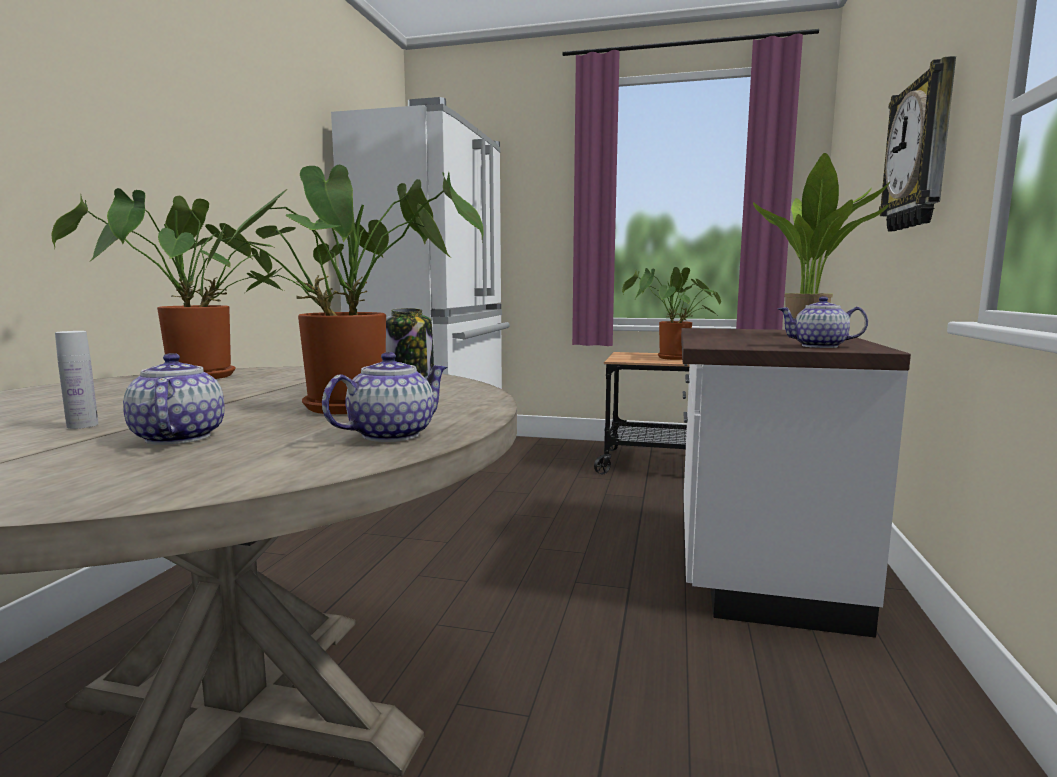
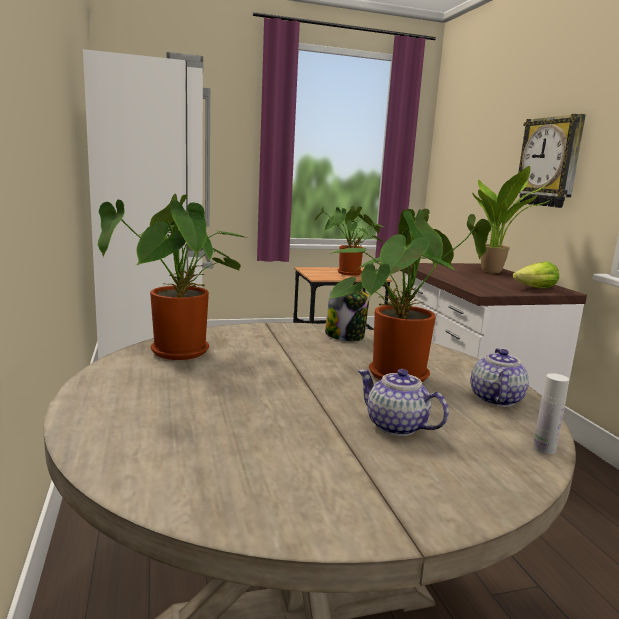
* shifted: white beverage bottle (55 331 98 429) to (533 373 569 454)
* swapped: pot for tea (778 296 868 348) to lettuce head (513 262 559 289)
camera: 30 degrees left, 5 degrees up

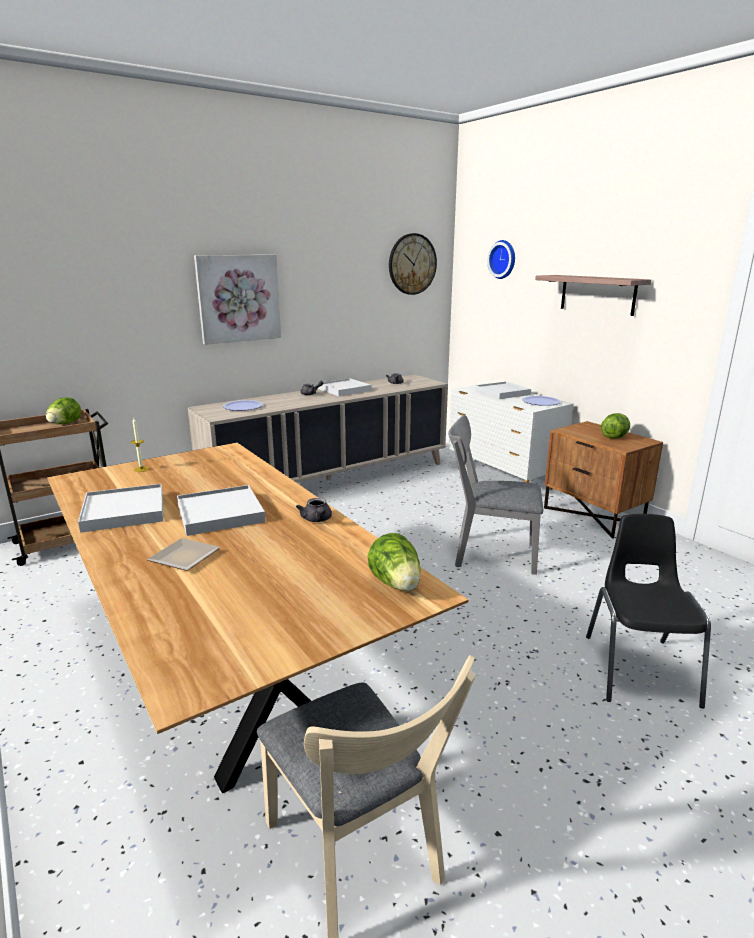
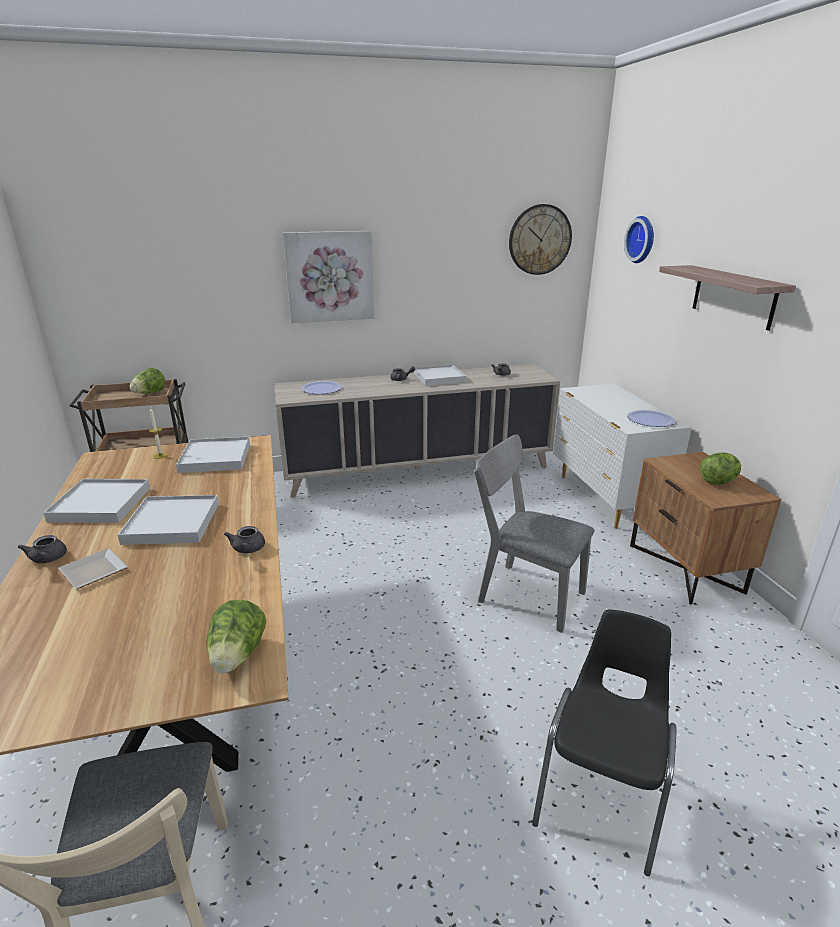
* shifted: white serving tray (475 382 531 399) to (176 437 250 473)
* new: grey pot for tea (18 535 67 563)
camera: 20 degrees right, 5 degrees up

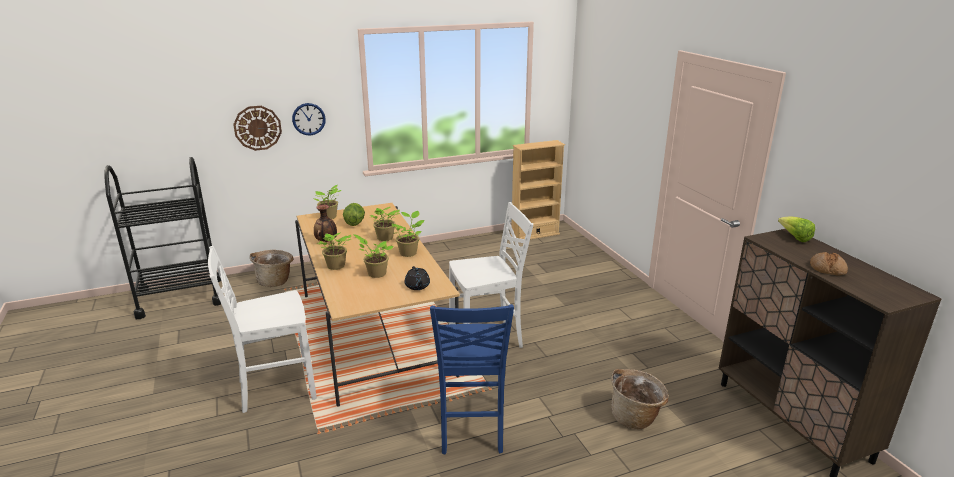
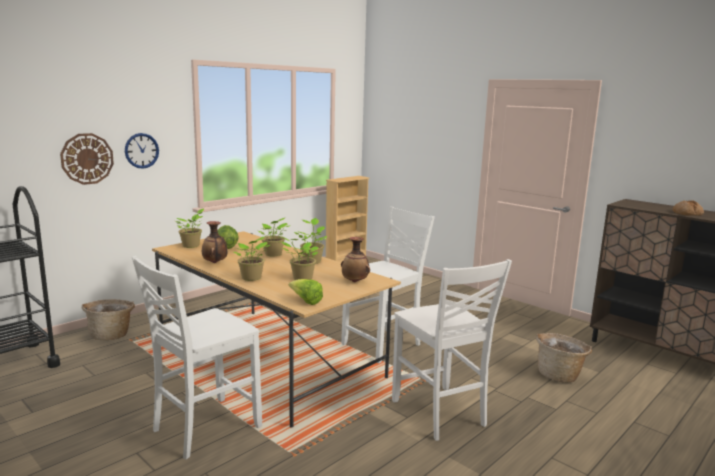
* swapped: black-coloured pot for tea (404 266 430 290) to vase (341 237 370 282)
* repainted: bluish chair (430 304 514 454) to white chair (392 259 512 441)
* shifted: lettuce head (778 216 815 242) to (289 279 323 305)
camera: 25 degrees left, 10 degrees down

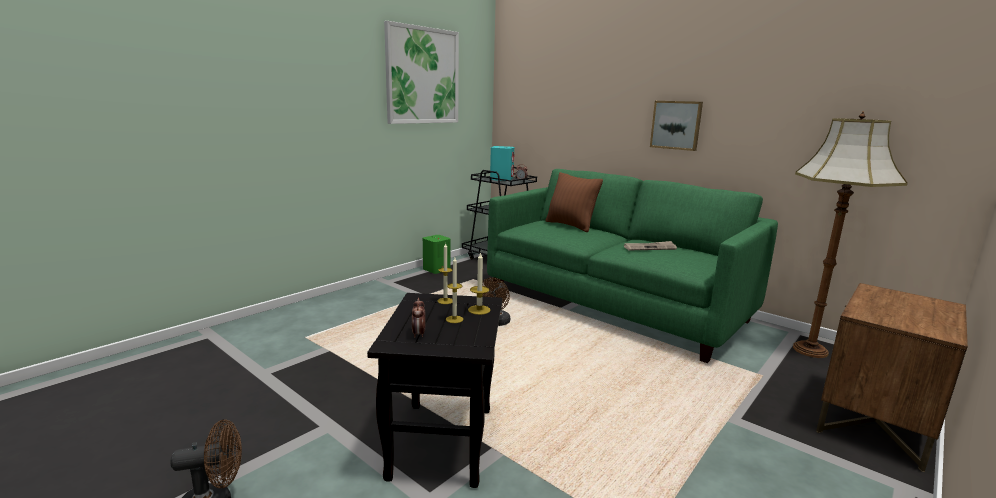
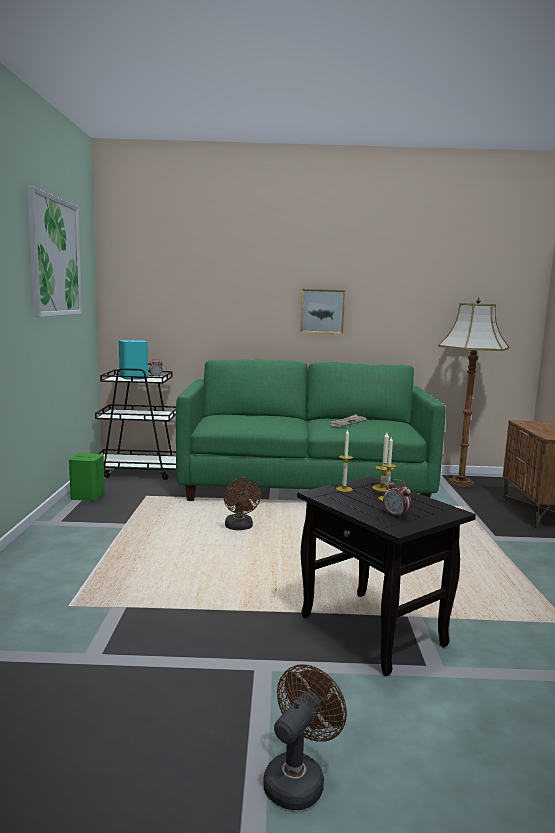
* gone: brown-coloured cushion (545 172 603 232)
camera: 40 degrees left, 5 degrees down

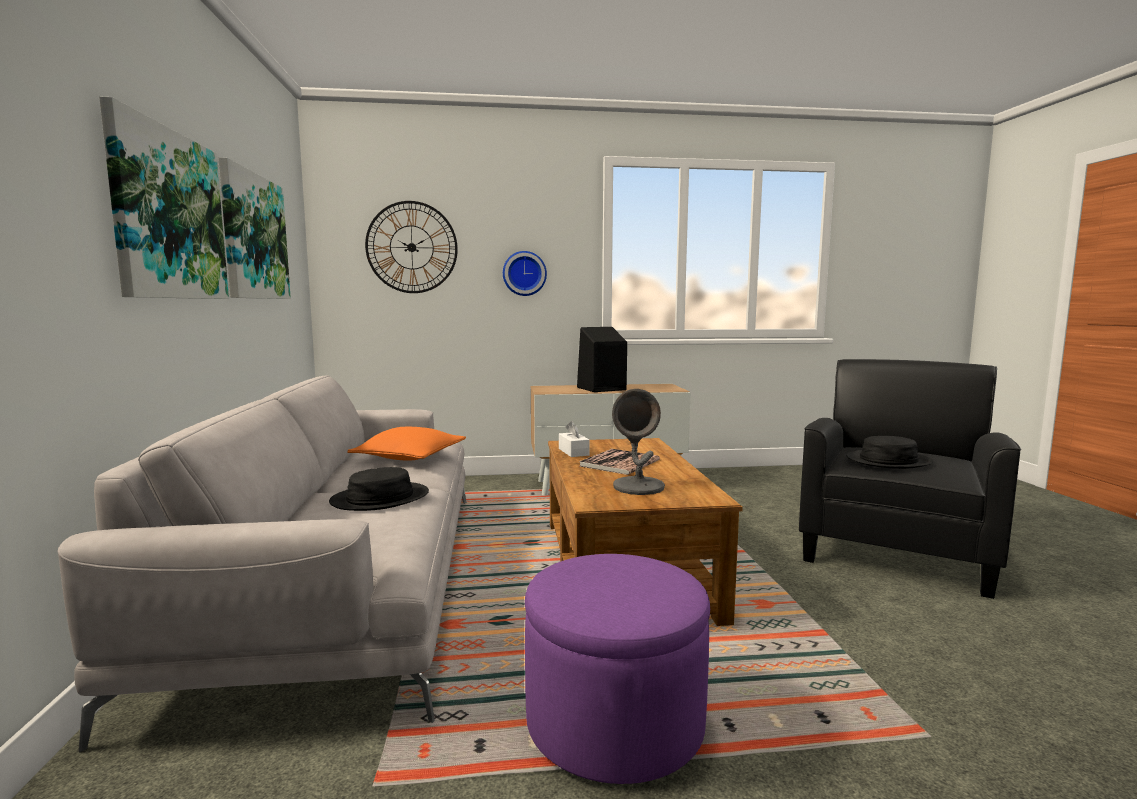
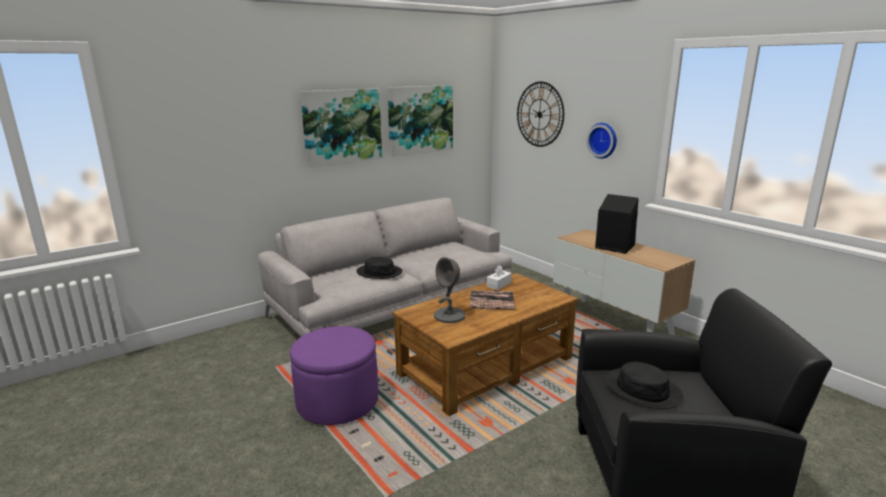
* gone: orangey cushion (347 427 466 461)
camera: 60 degrees right, 10 degrees up

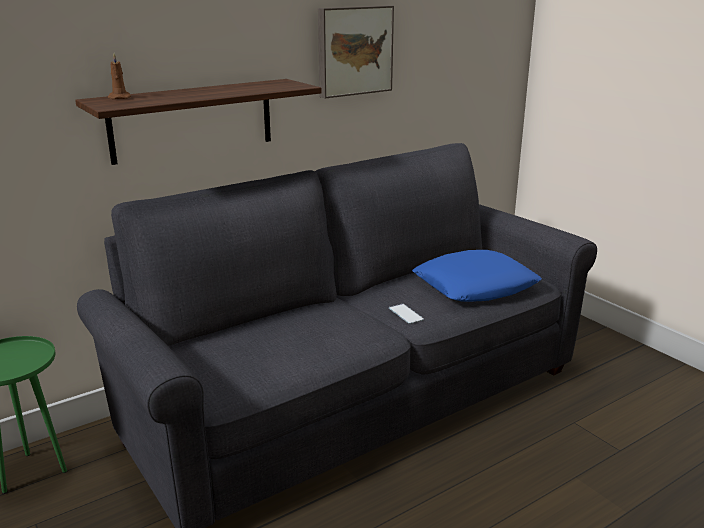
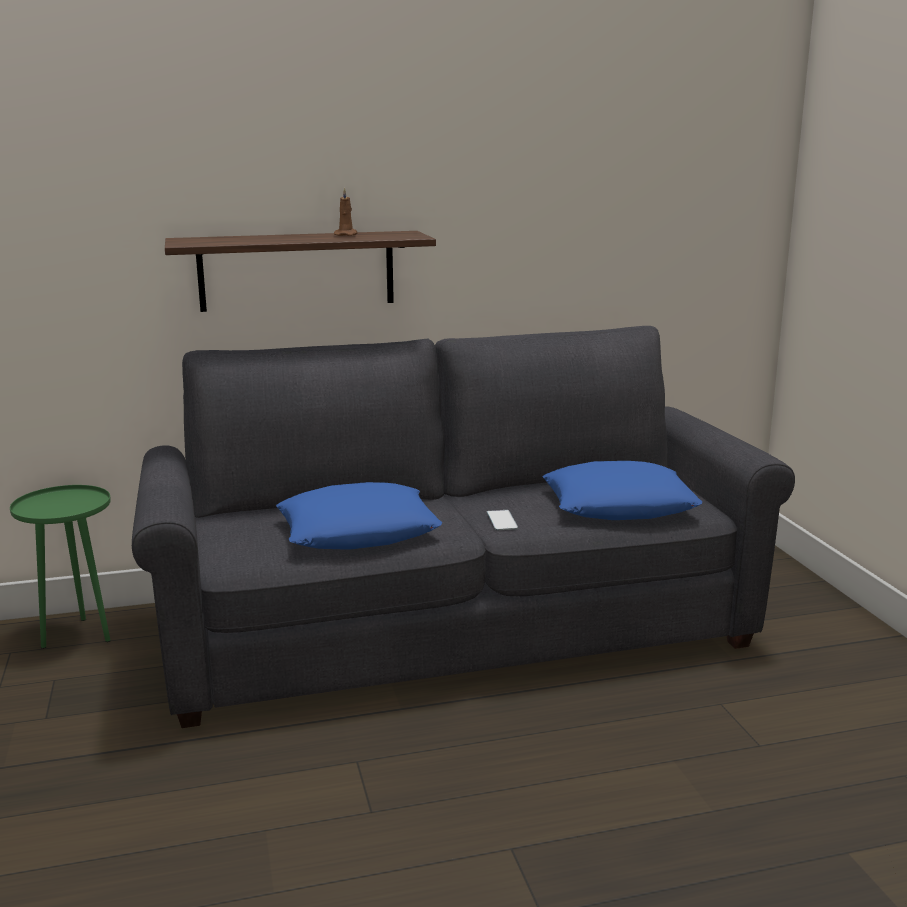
* shifted: brown-coloured wax light (108 53 131 99) to (334 188 358 236)
* gone: wall art (318 5 394 98)
* new: bluish cushion (276 482 442 550)
camera: 20 degrees right, 5 degrees down

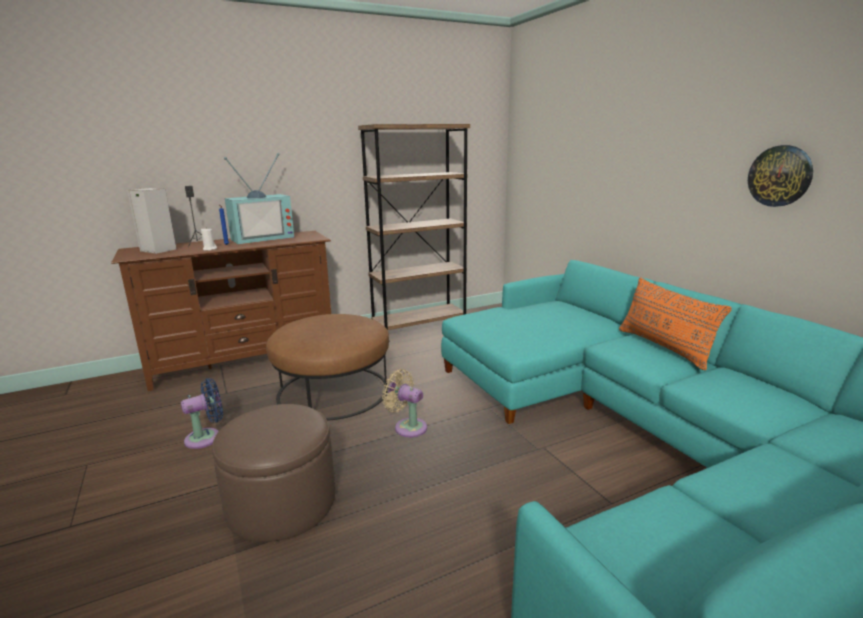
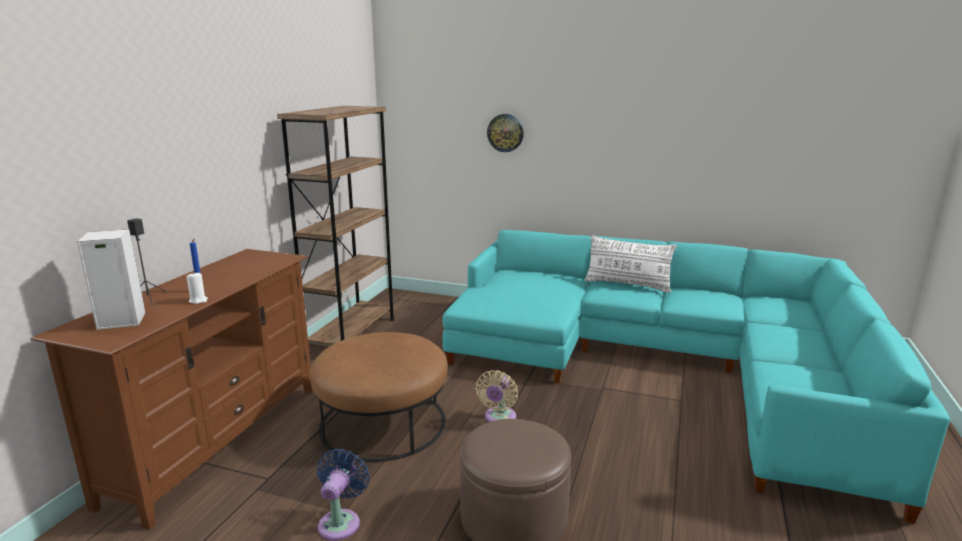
* gone: TV (224 153 294 244)
* rotated: beige-coloured electric fan (382 369 427 437) = (476 370 518 422) 60 degrees counterclockwise
* repainted: orangey cushion (619 277 732 370) to white cushion (585 235 677 293)
* shifted: clock on the wall (748 145 813 207) to (487 114 524 152)
camera: 45 degrees left, 0 degrees up

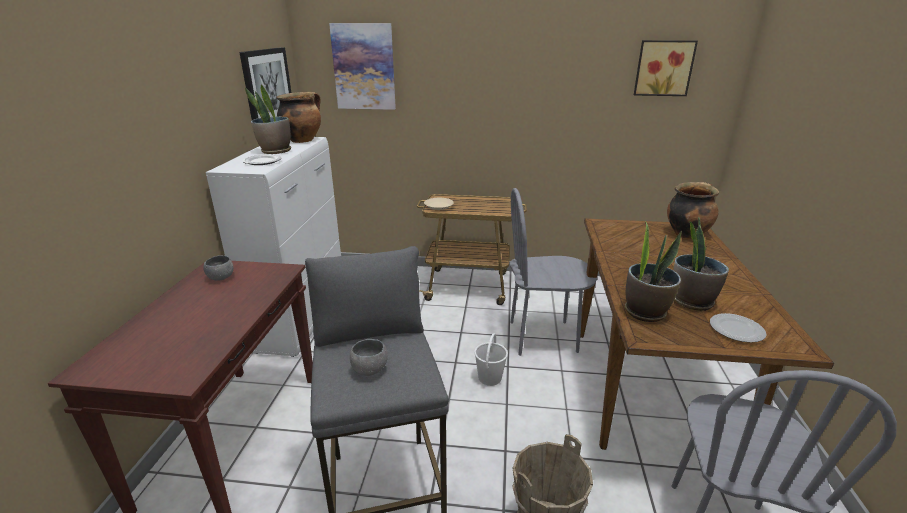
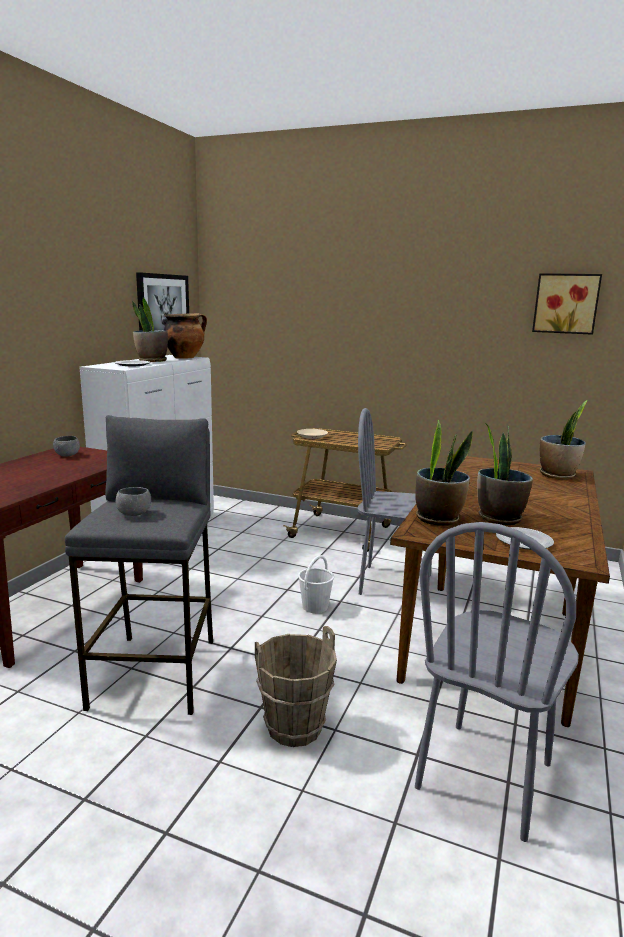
* gone: wall art (329 23 396 110)
* swapped: cooking pot (667 182 719 239) to houseplant (540 400 587 479)
camera: 15 degrees right, 10 degrees down

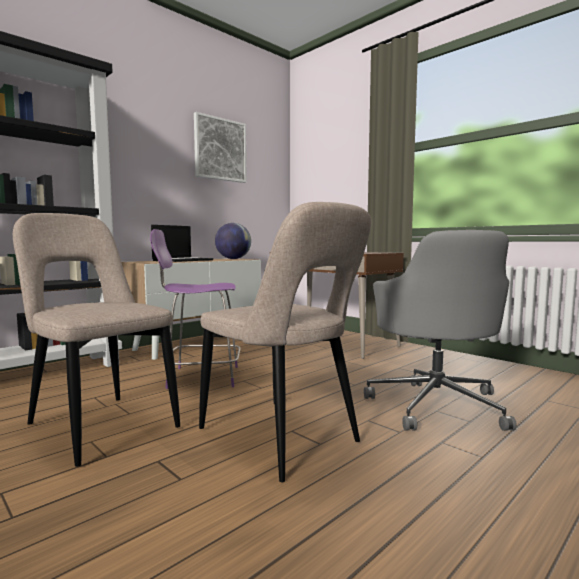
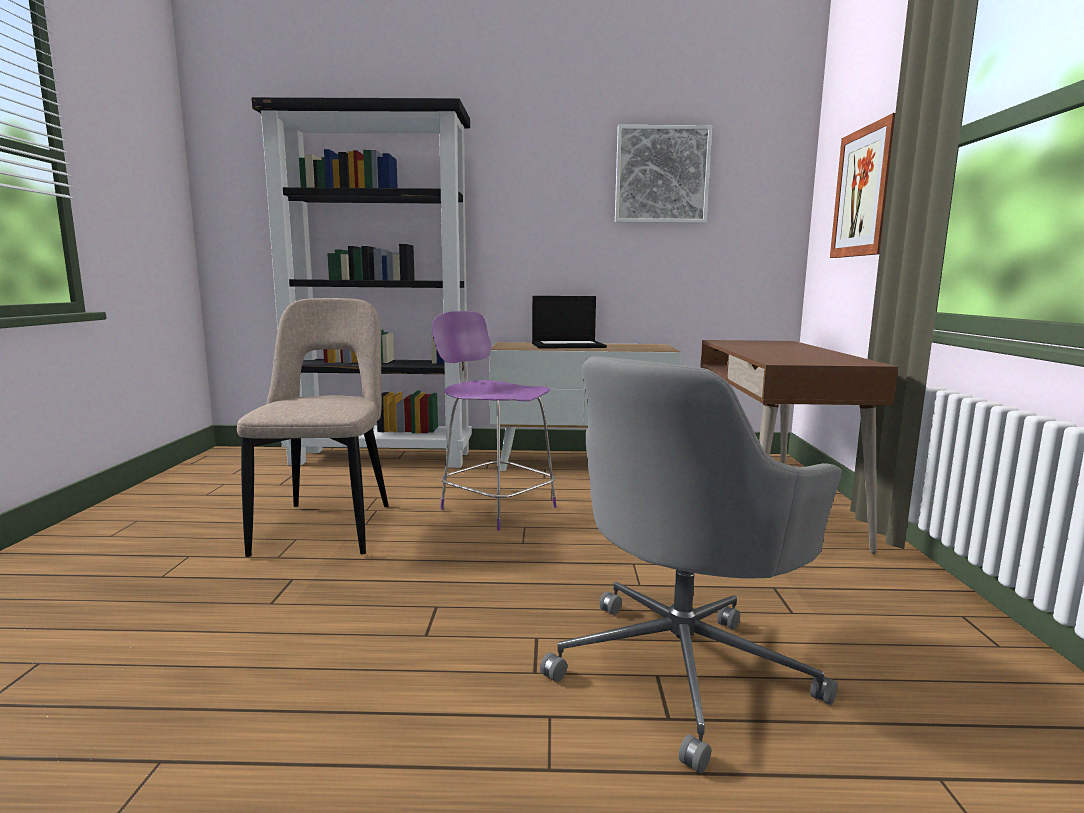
* gone: beige-coloured chair (199 202 371 482)
* gone: world globe (215 223 251 259)
* new: wall art (830 113 895 258)
camera: 45 degrees right, 5 degrees up

